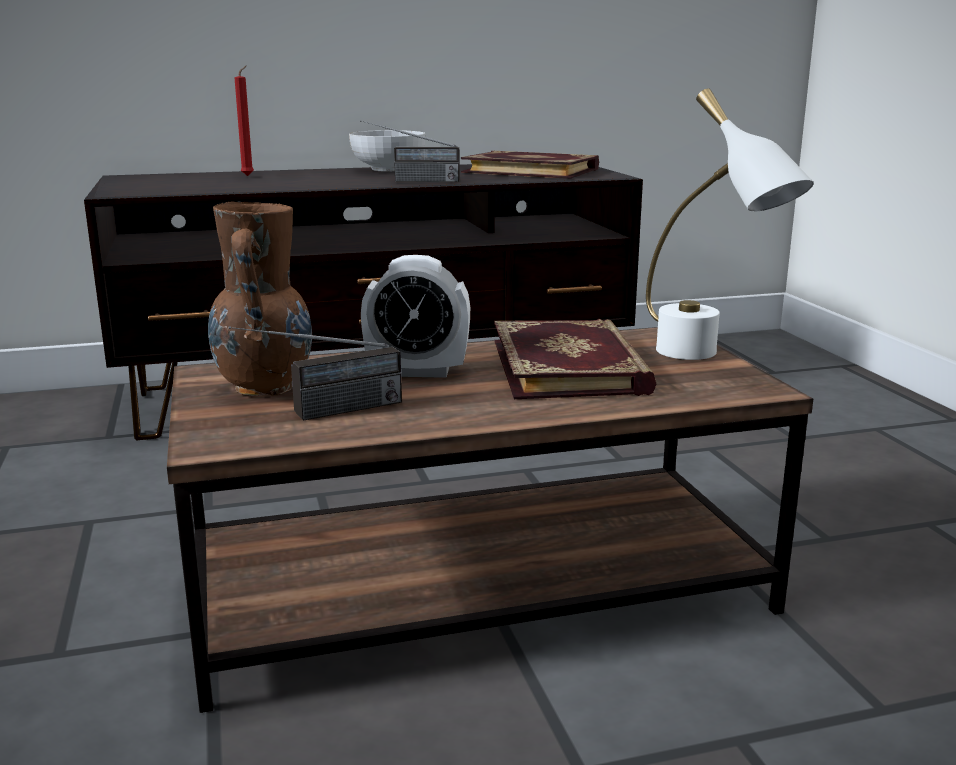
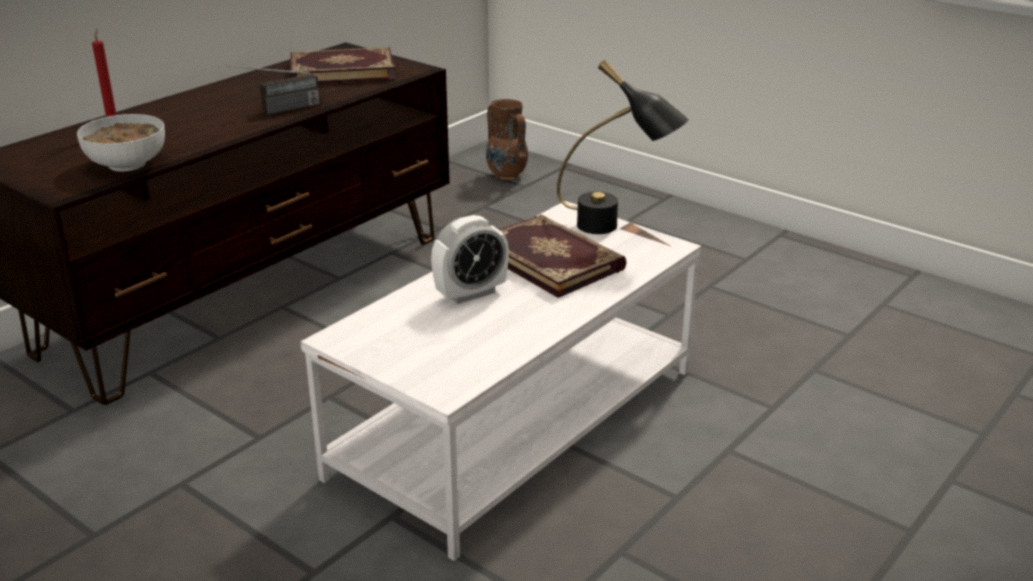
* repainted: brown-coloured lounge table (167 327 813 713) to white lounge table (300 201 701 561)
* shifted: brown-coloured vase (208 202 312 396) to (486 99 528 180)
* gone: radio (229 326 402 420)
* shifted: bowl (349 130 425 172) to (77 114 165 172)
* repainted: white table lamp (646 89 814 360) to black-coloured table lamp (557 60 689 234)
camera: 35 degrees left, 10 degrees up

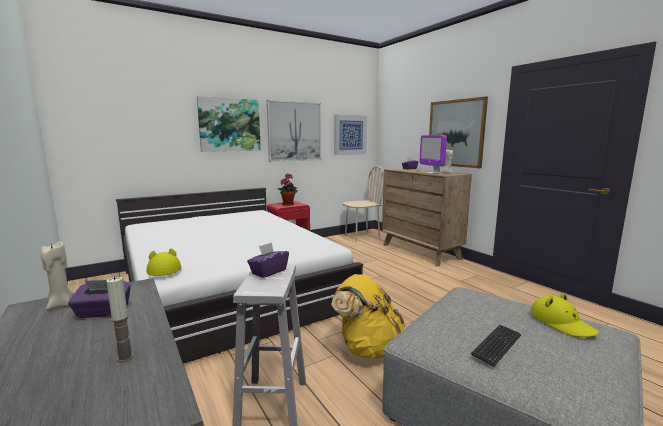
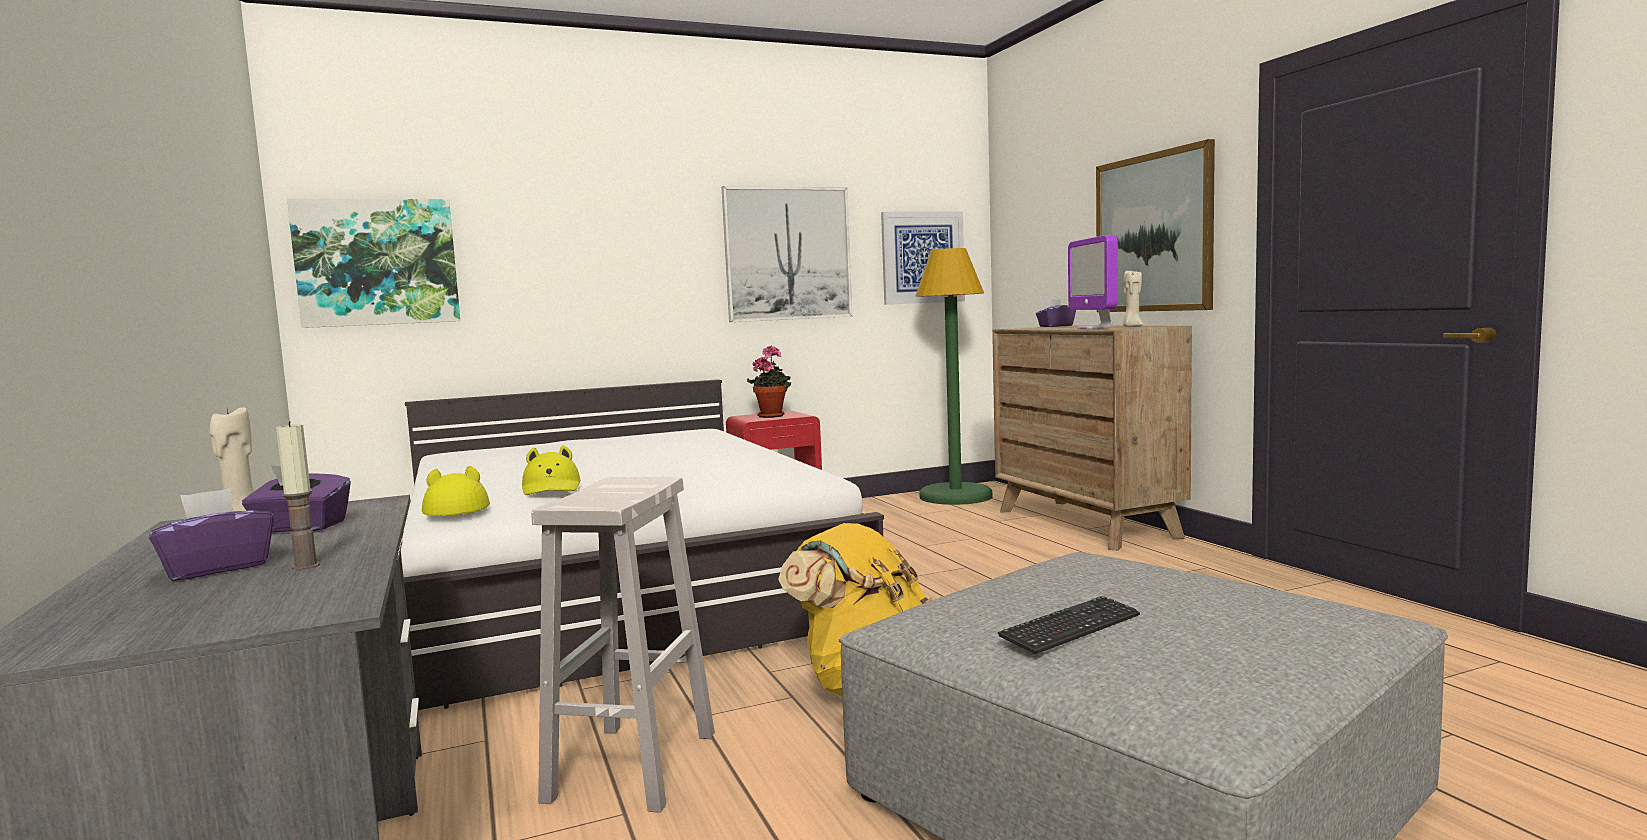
* shifted: wall art (197 96 261 152) to (287 198 460 328)
* shifted: purple-coloured tissue holder (247 242 289 278) to (149 488 274 581)
* swapped: beige-coloured chair (343 165 384 242) to green-coloured standing lamp (915 248 992 505)
* shifted: yellow-coloured wearable hat (530 293 599 337) to (522 446 580 495)
camera: 10 degrees right, 5 degrees down

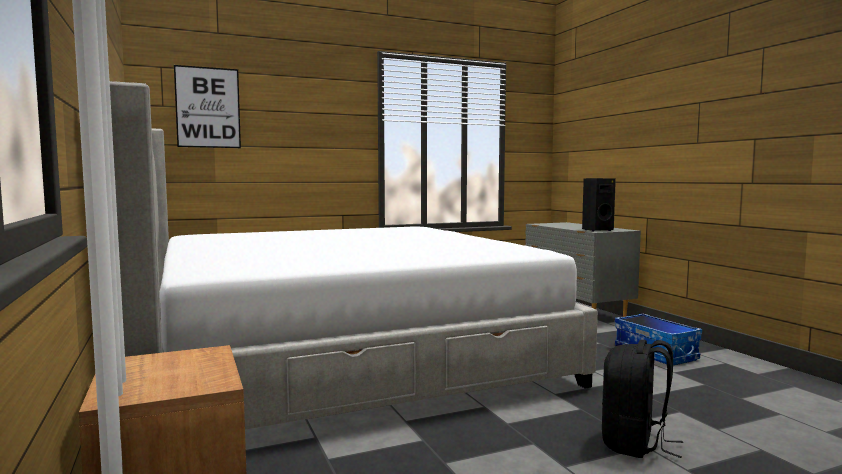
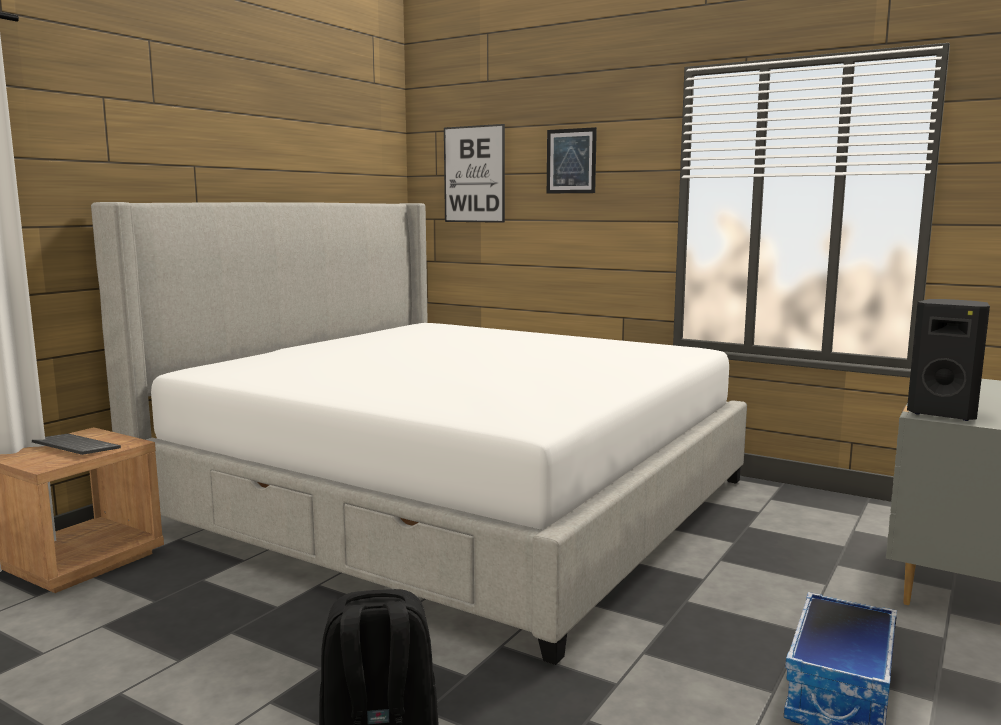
* new: keyboard (32 434 121 455)
* new: wall art (547 127 597 194)
camera: 55 degrees right, 5 degrees up

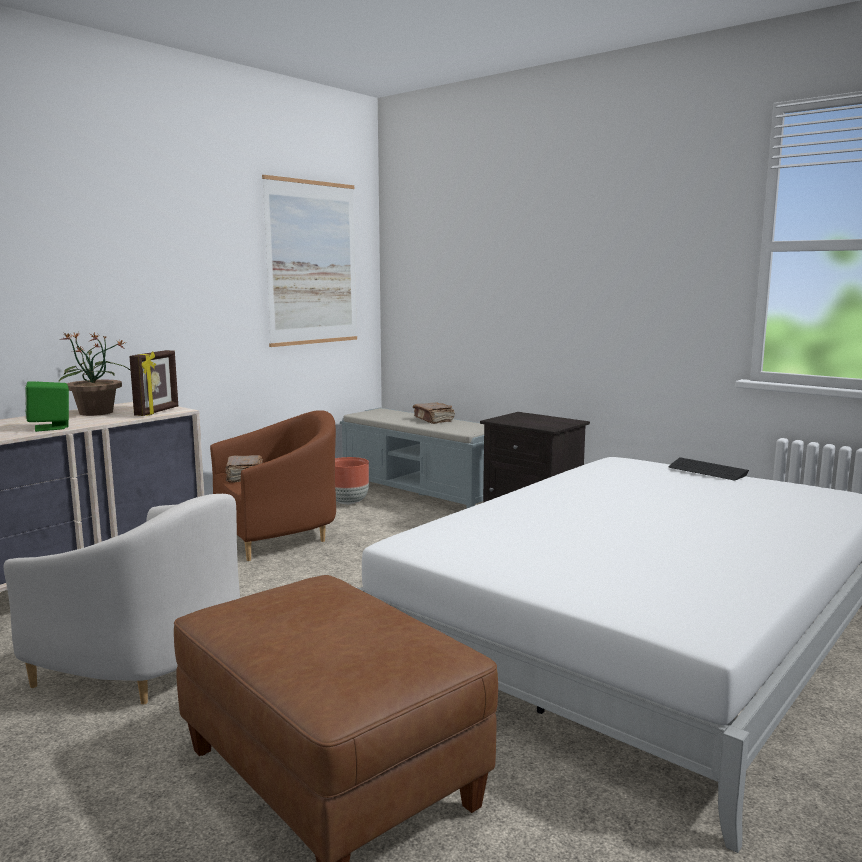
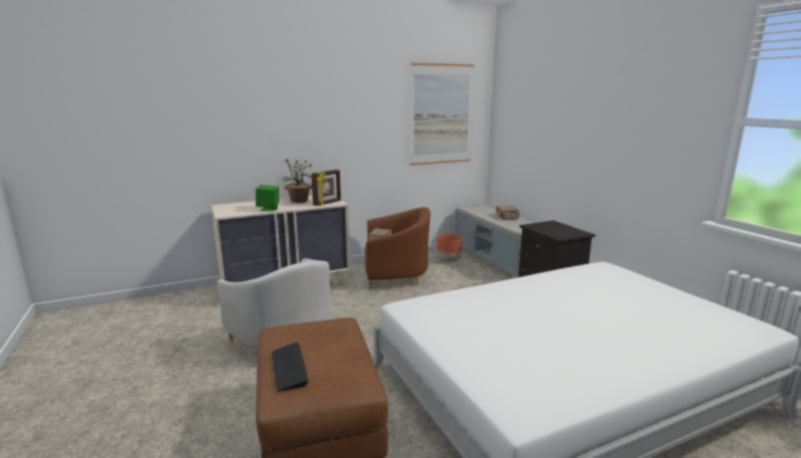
* shifted: keyboard (669 457 749 480) to (272 342 308 392)
camera: 25 degrees right, 5 degrees up

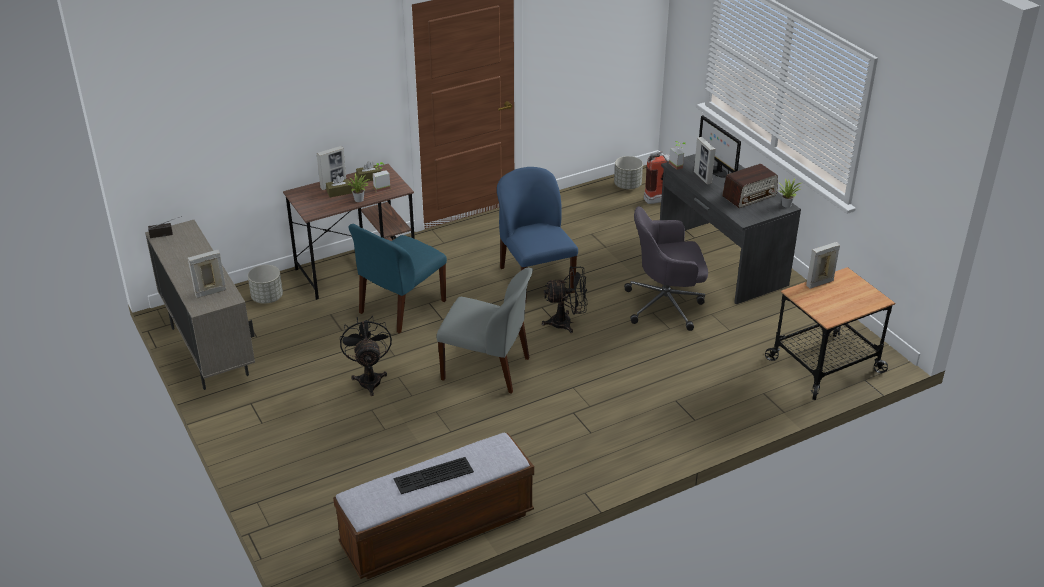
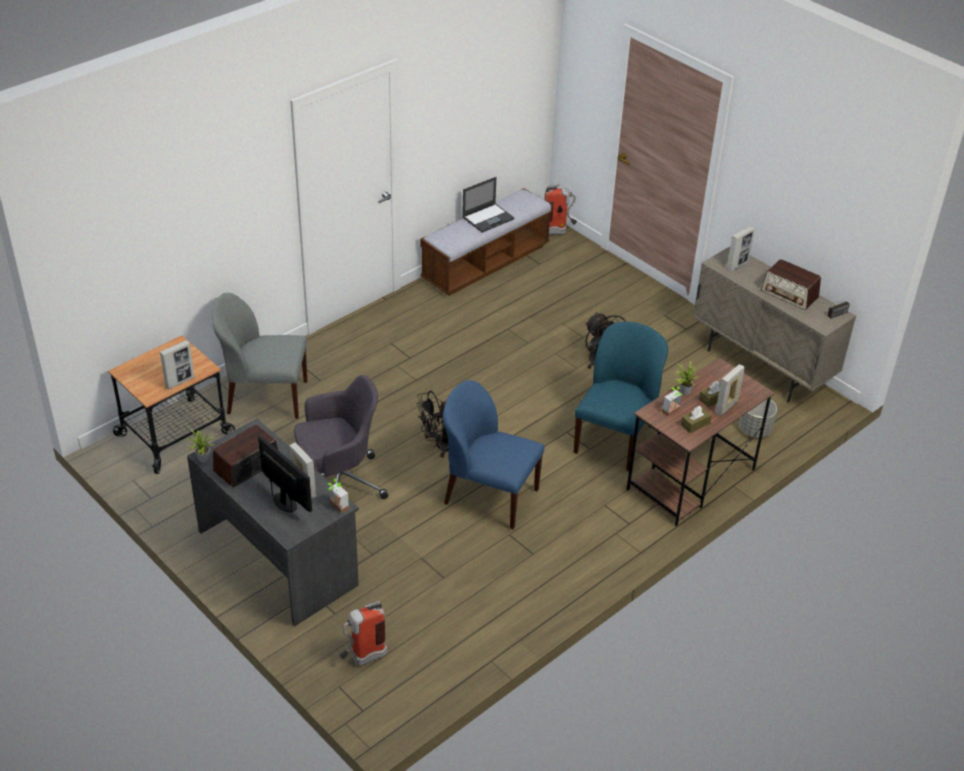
* swapped: keyboard (394 457 474 494) to portable computer (462 177 514 233)
* shifted: grey chair (436 268 533 394) to (212 293 308 419)
* rotated: bluish chair (497 167 578 304) = (443 380 545 529) 150 degrees clockwise
* gone: grey plant pot (614 156 643 189)
* new: fire extinguisher (544 184 577 234)
* new: radio (761 259 821 310)
camera: 165 degrees right, 5 degrees up

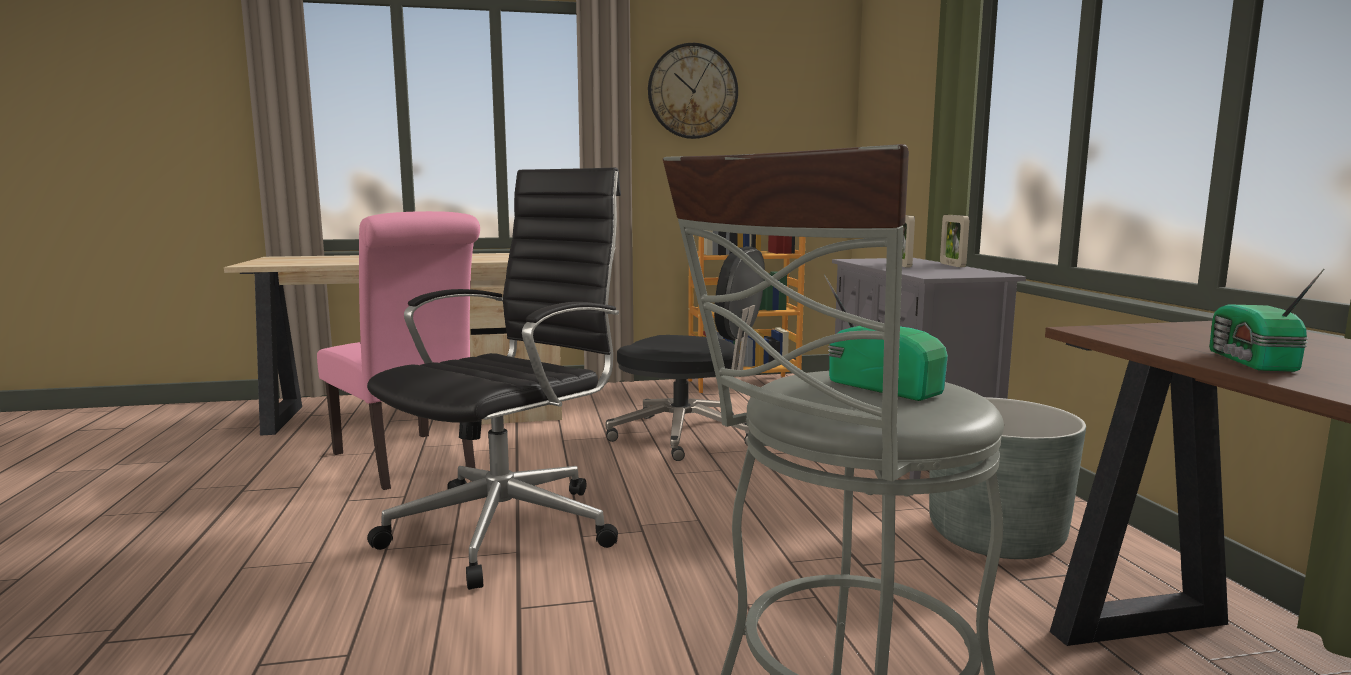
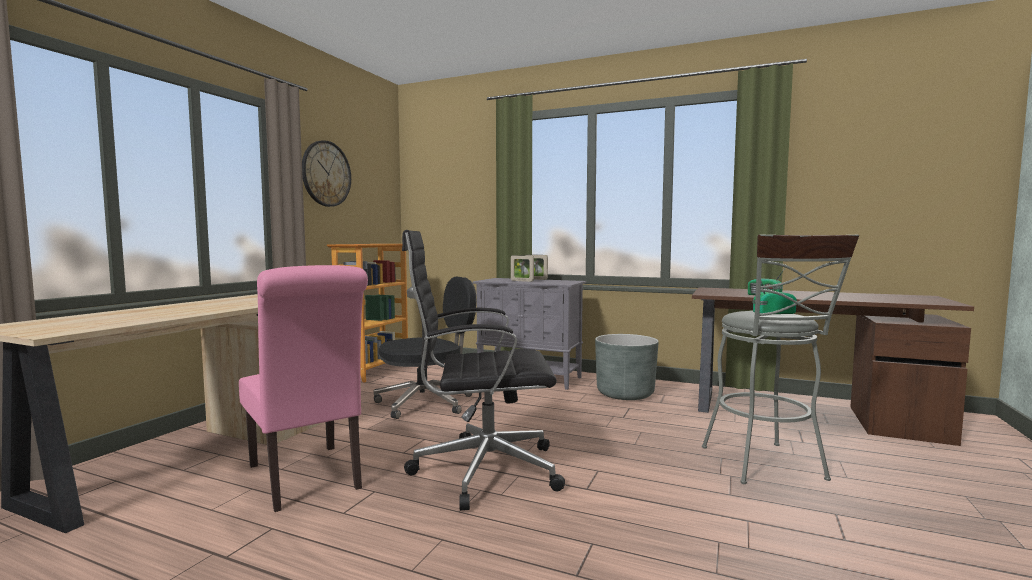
* rotated: pink chair (317 211 480 490) = (239 265 368 512) 60 degrees clockwise
* rotated: black-coloured office chair (367 168 621 590) = (402 230 565 510) 75 degrees counterclockwise
camera: 55 degrees left, 5 degrees down

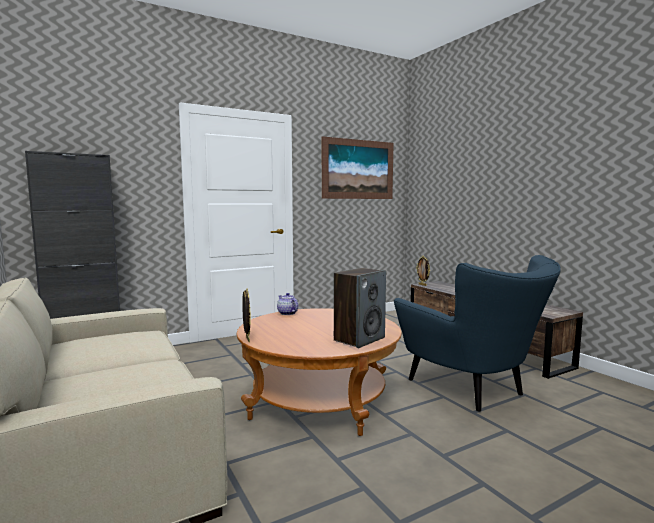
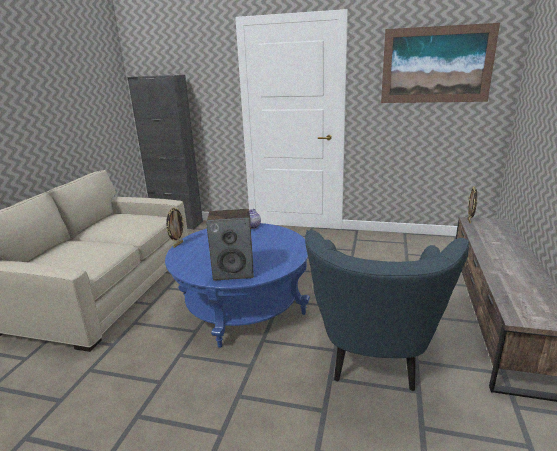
* repainted: brown-coloured lounge table (237 308 402 436) to bluish lounge table (165 223 310 348)
camera: 45 degrees right, 15 degrees up

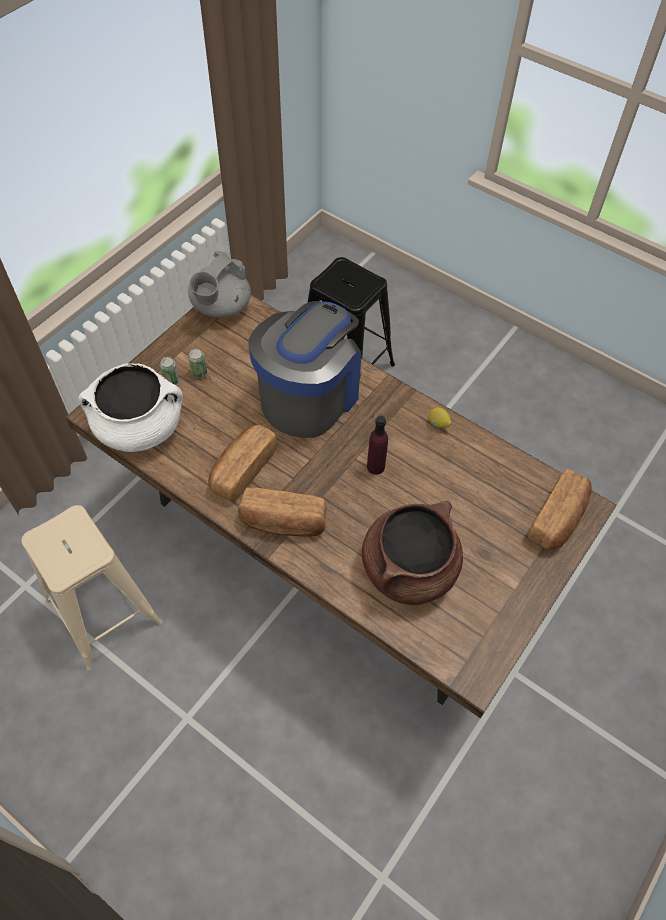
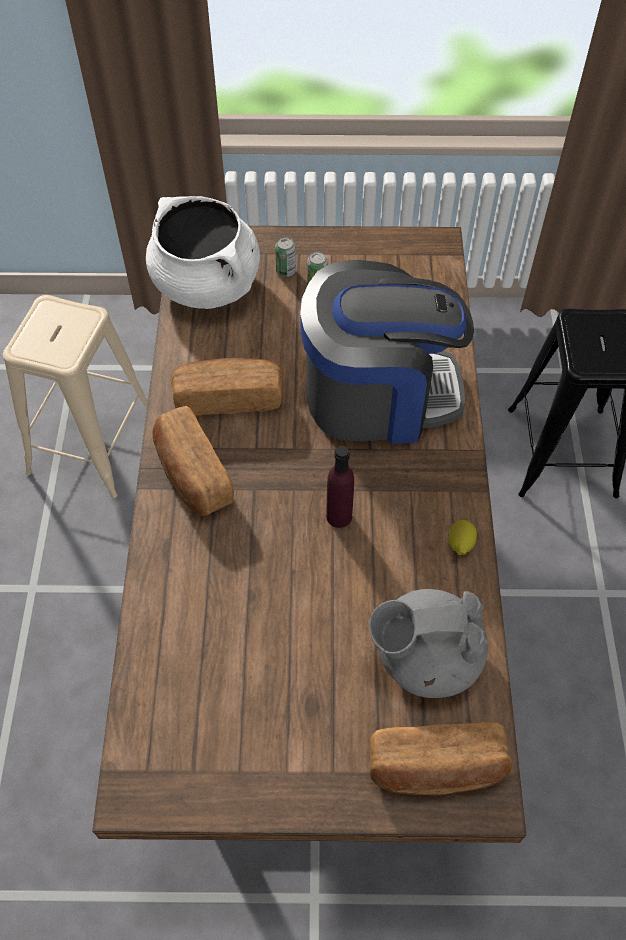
* shifted: grey pot for tea (188 251 251 318) to (369 589 488 698)
* gone: brown-coloured cooking pot (362 501 463 605)
camera: 55 degrees right, 0 degrees up

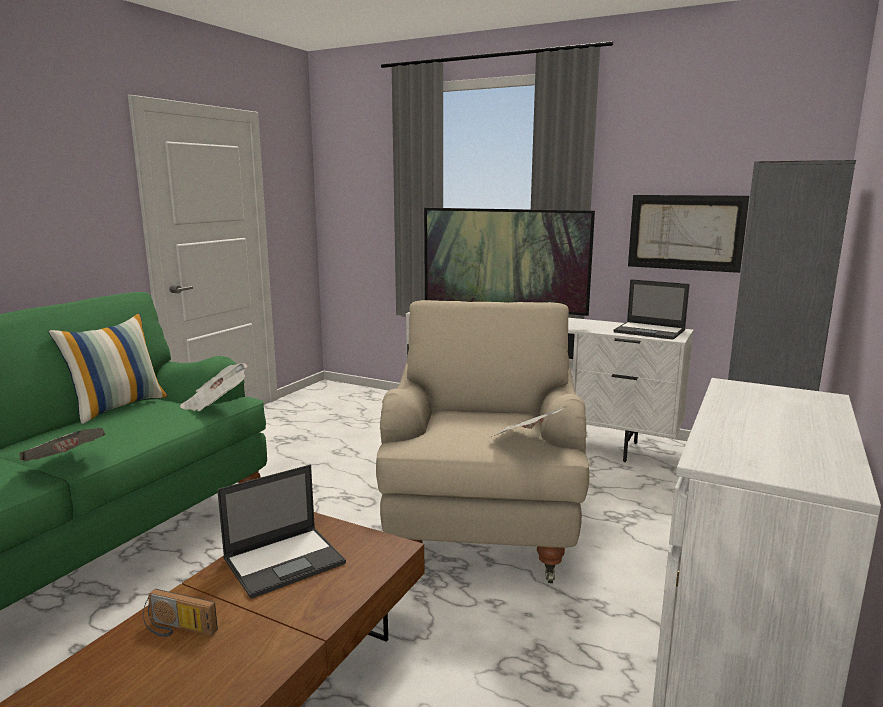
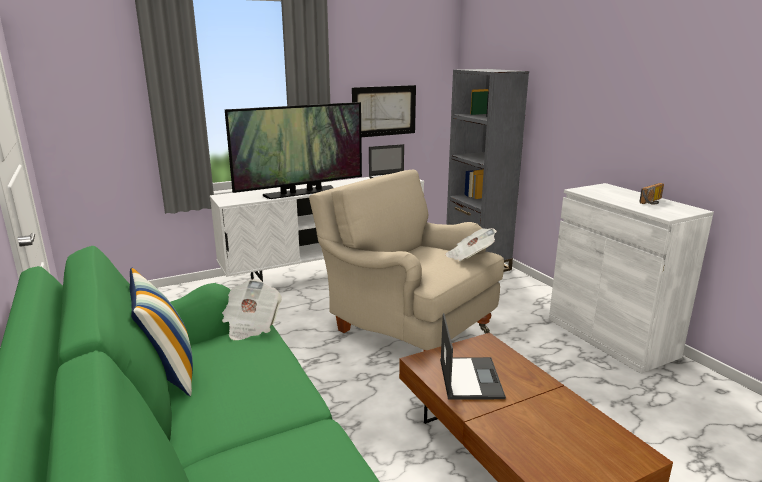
* gone: printed paper (19 428 105 462)
* shifted: radio (143 589 218 637) to (639 183 664 205)
camera: 55 degrees left, 5 degrees up

